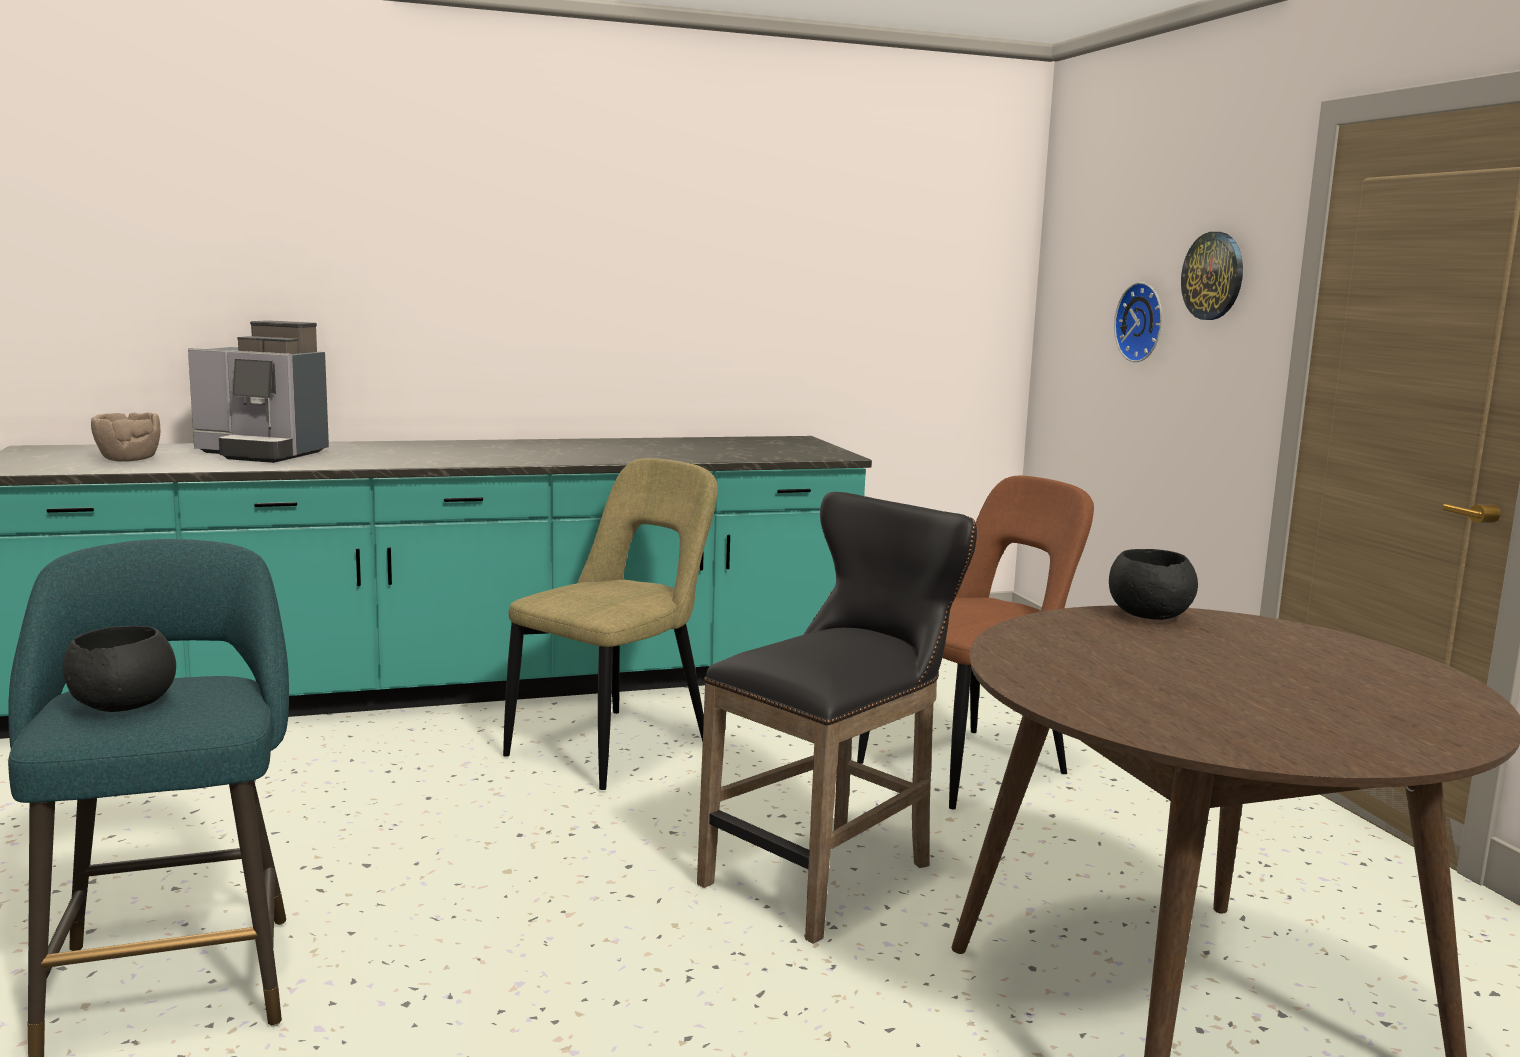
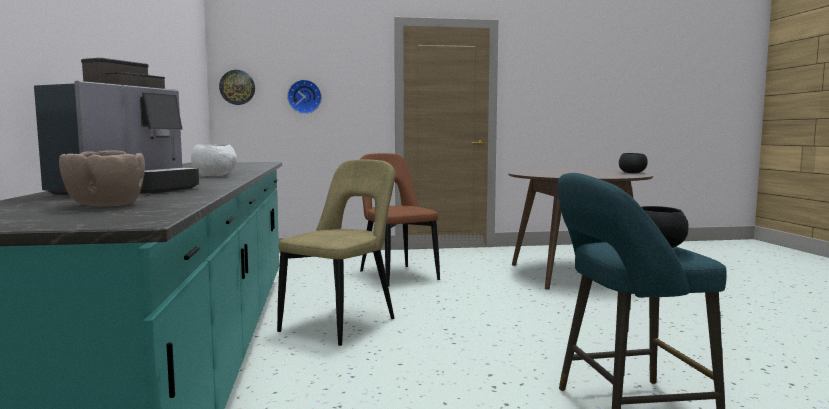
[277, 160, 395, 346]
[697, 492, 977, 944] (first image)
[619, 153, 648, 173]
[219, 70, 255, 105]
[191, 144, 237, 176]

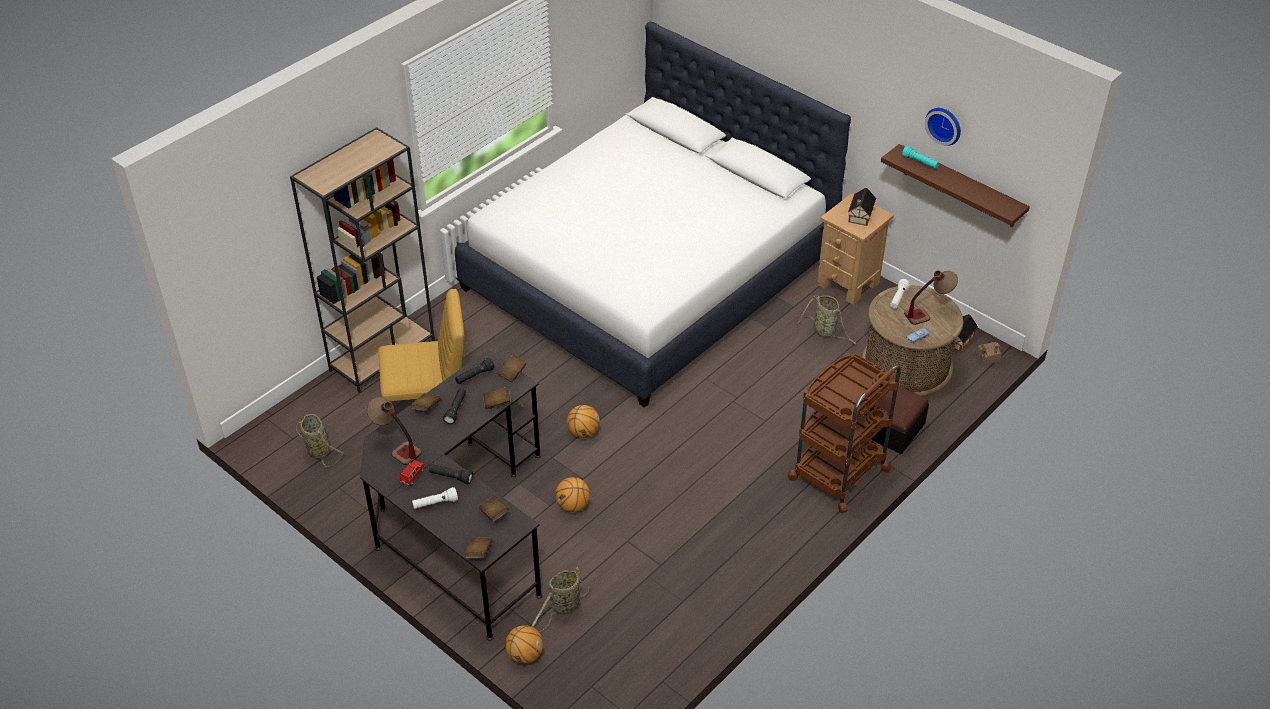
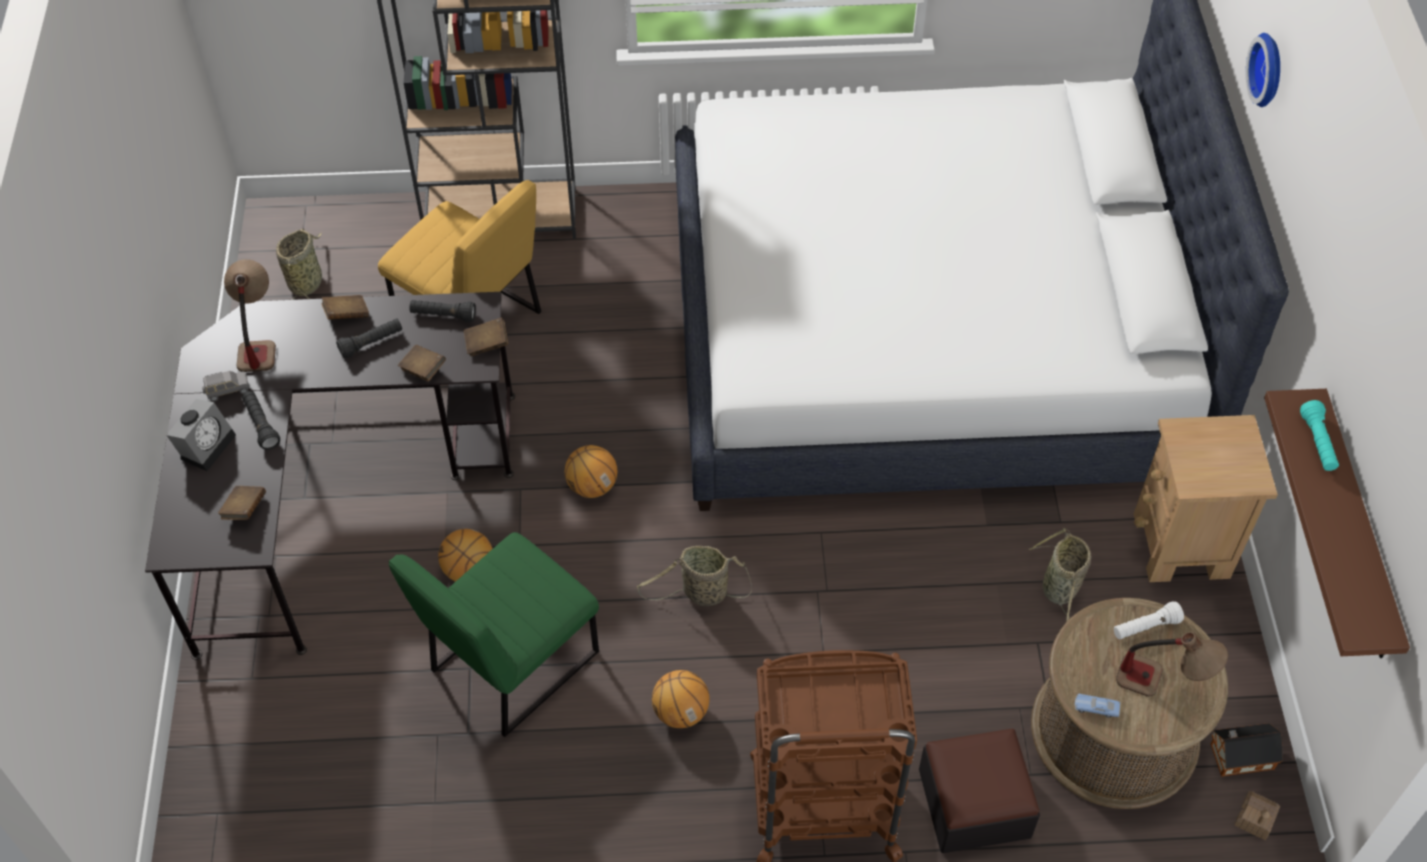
[202, 371, 249, 402]
[166, 399, 236, 471]
[464, 537, 493, 558] (first image)
[652, 670, 710, 728]
[637, 545, 752, 606]
[848, 188, 876, 226] (first image)
[1246, 33, 1280, 107]
[389, 532, 599, 737]

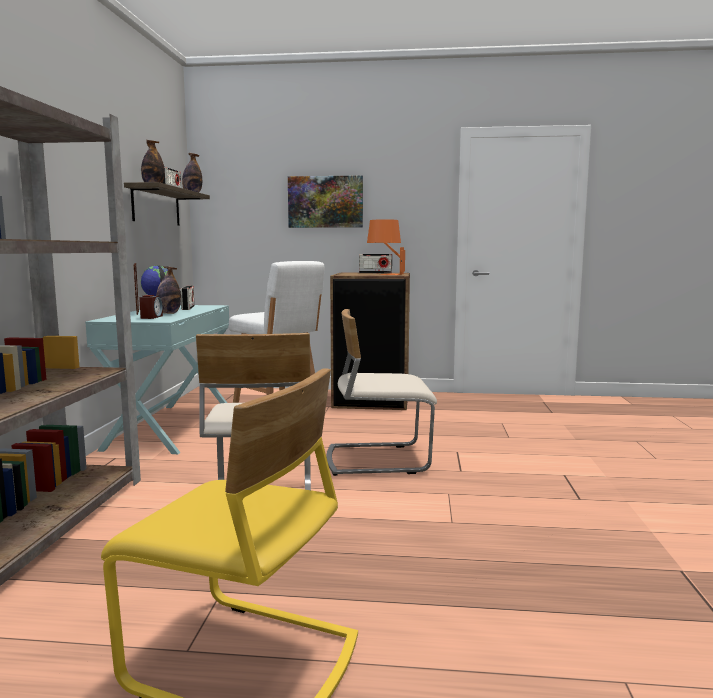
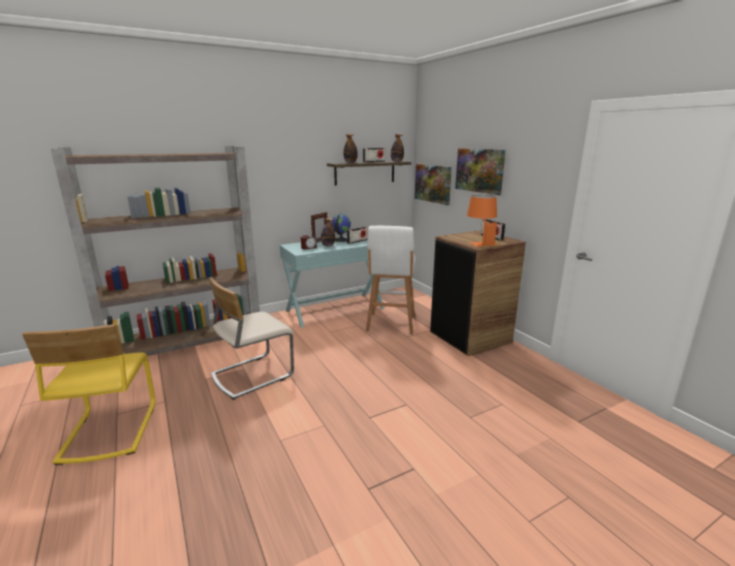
[327, 309, 437, 476] (first image)
[415, 164, 452, 205]

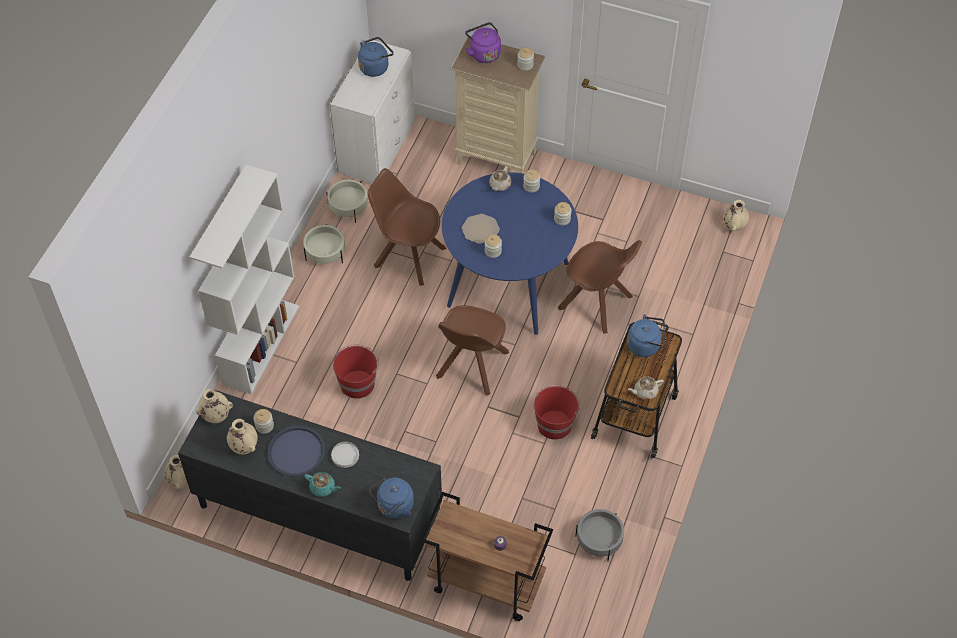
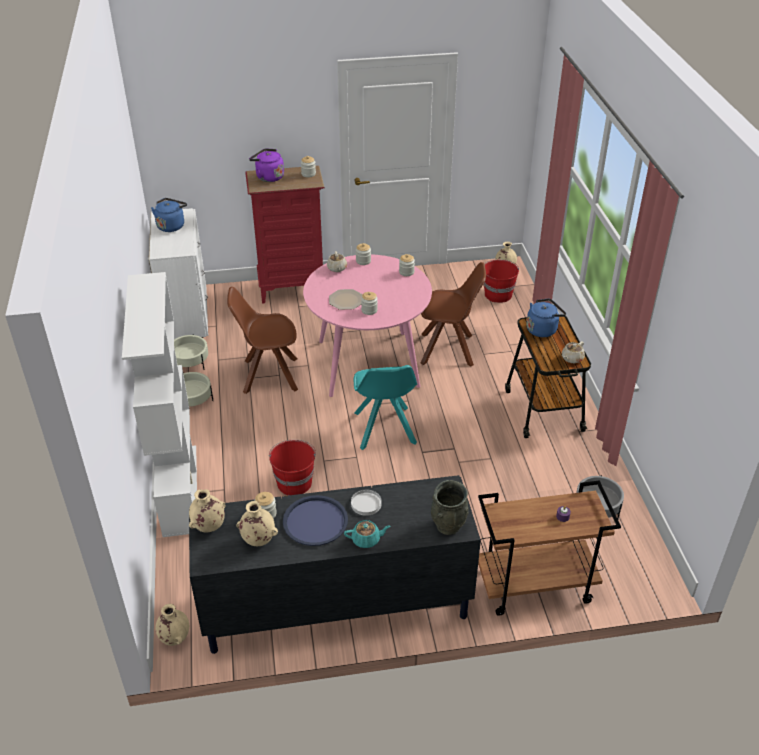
[431, 480, 469, 535]
[354, 365, 417, 450]
[303, 255, 432, 397]
[245, 166, 325, 304]
[484, 260, 519, 303]

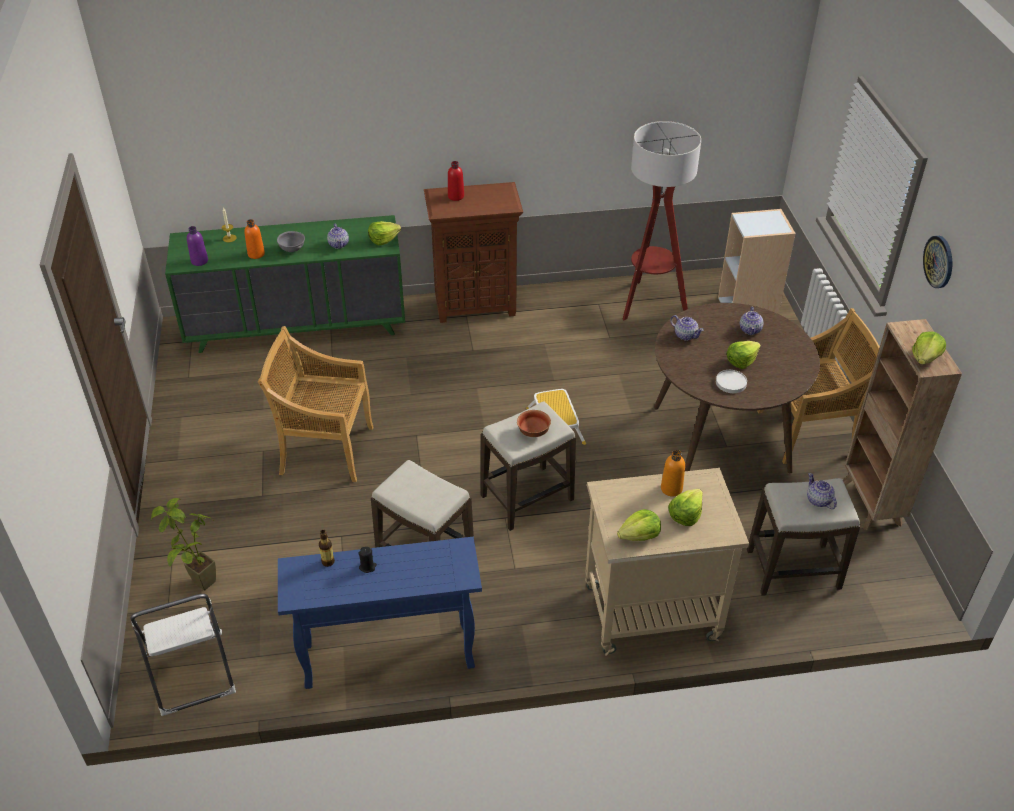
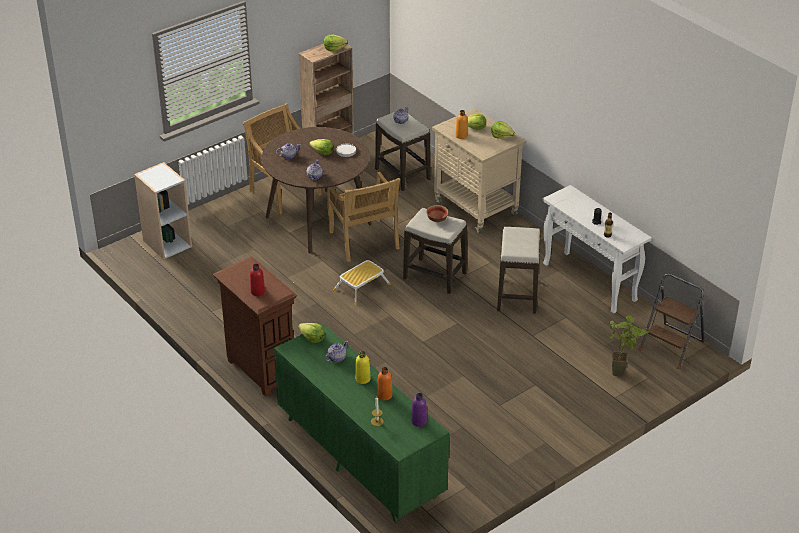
[638, 273, 705, 369]
[328, 172, 400, 262]
[355, 351, 371, 384]
[543, 185, 652, 314]
[622, 121, 701, 321] (first image)
[923, 236, 952, 288] (first image)

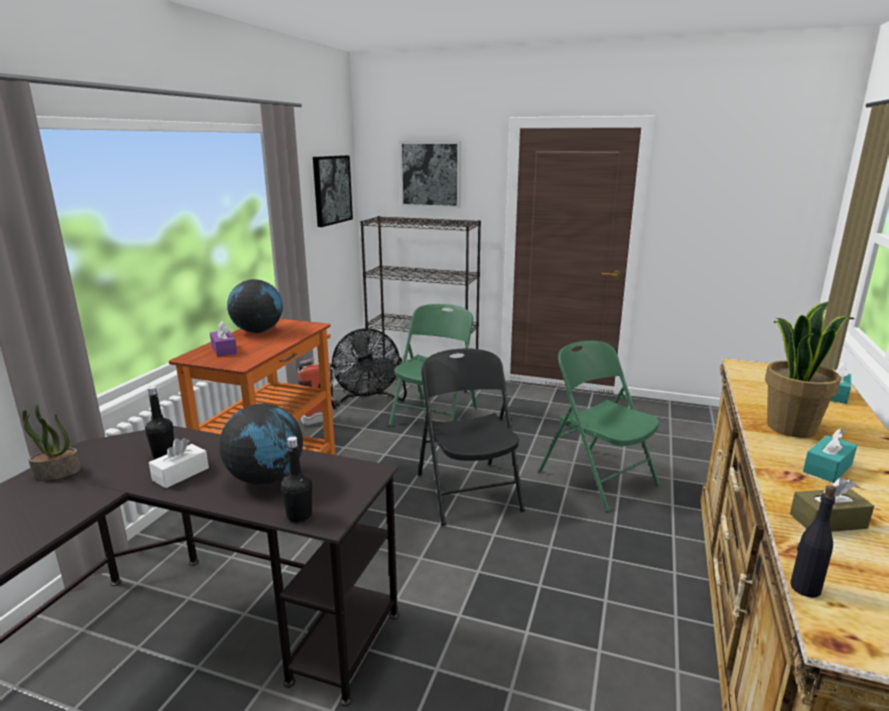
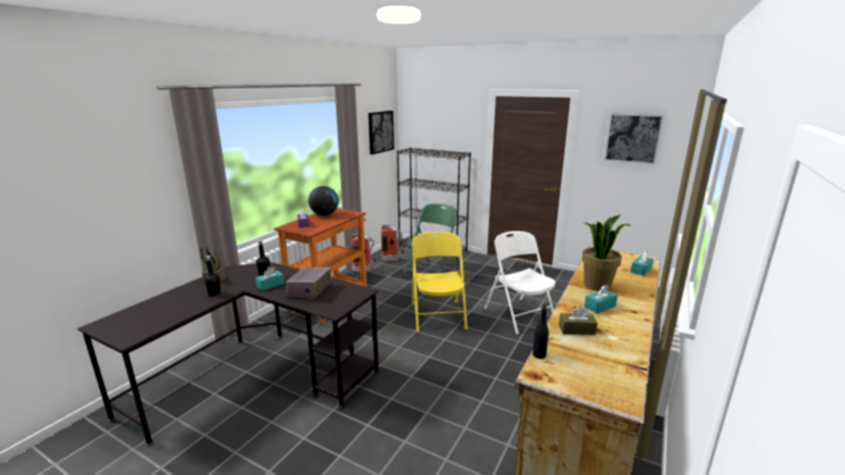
[255, 267, 285, 291]
[286, 267, 331, 299]
[204, 256, 221, 296]
[381, 224, 405, 261]
[604, 113, 664, 165]
[412, 231, 468, 332]
[484, 231, 555, 335]

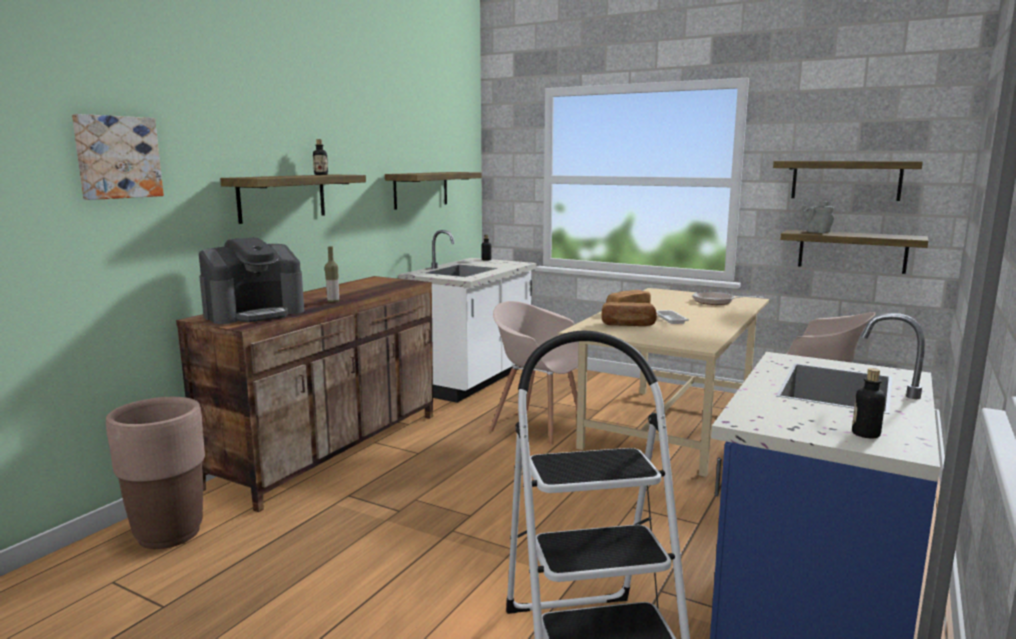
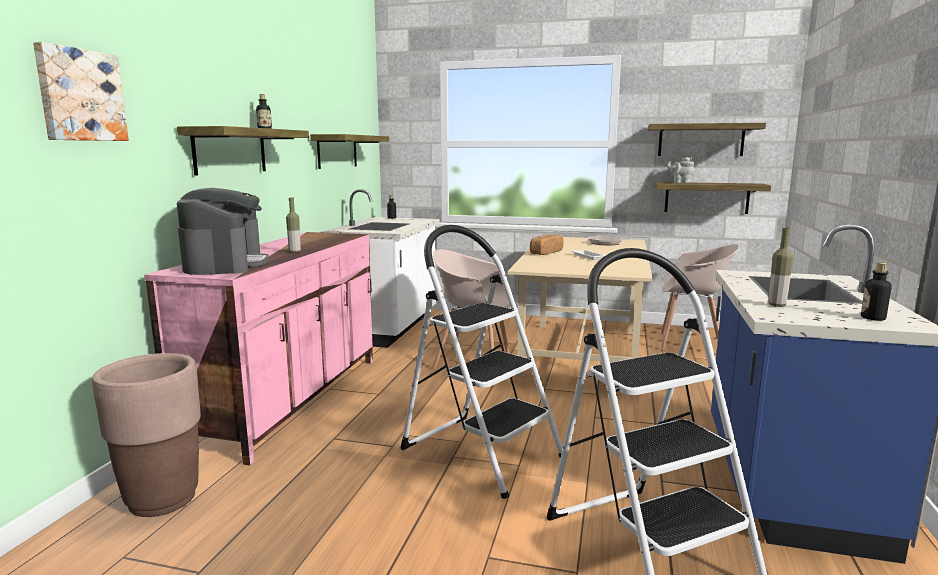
[144, 232, 373, 465]
[177, 188, 269, 275]
[601, 302, 657, 326] (first image)
[401, 225, 563, 499]
[768, 228, 793, 307]

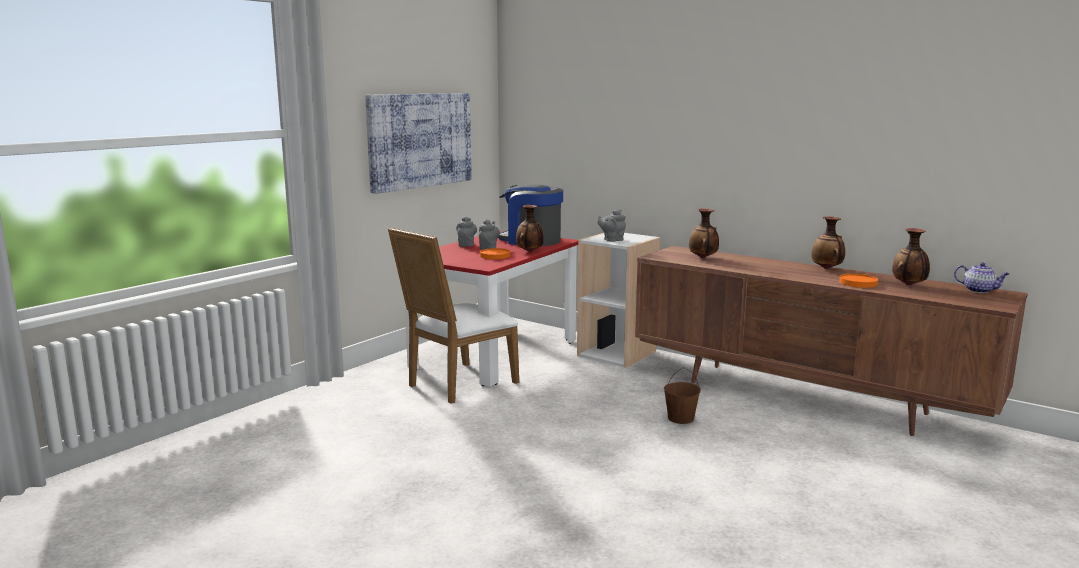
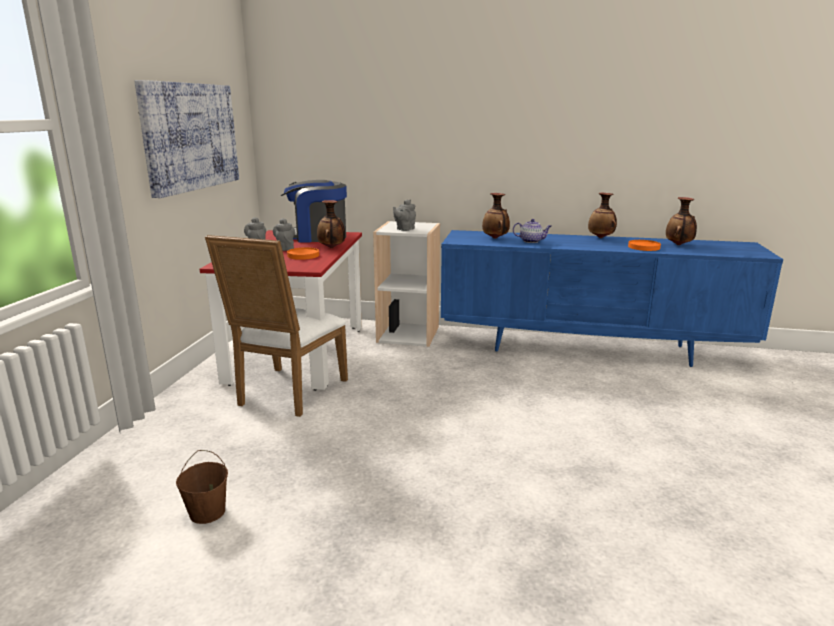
[441, 230, 783, 367]
[176, 450, 228, 524]
[513, 219, 552, 243]

